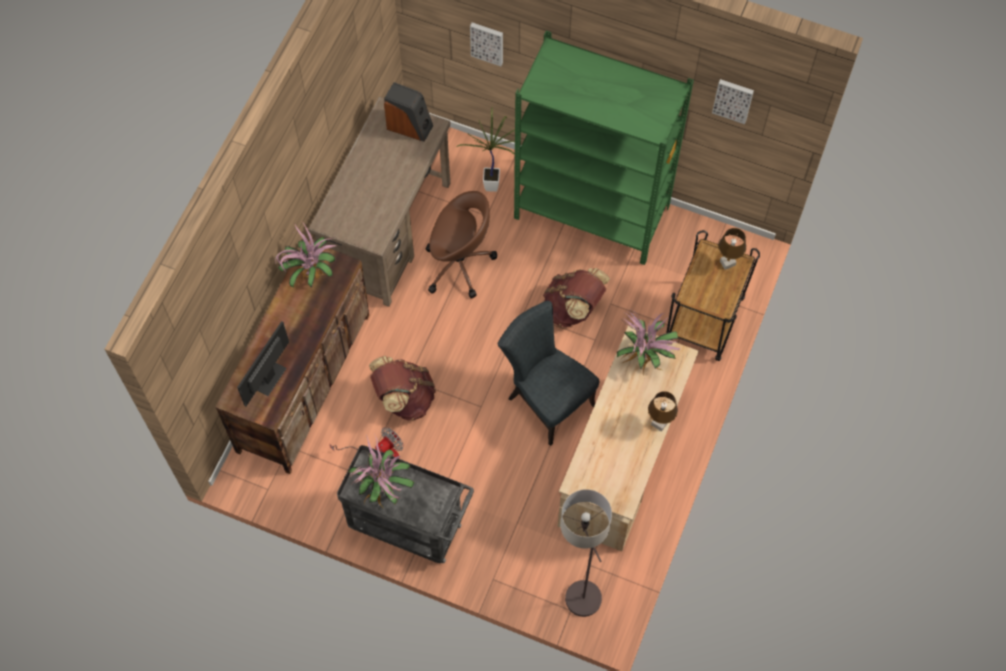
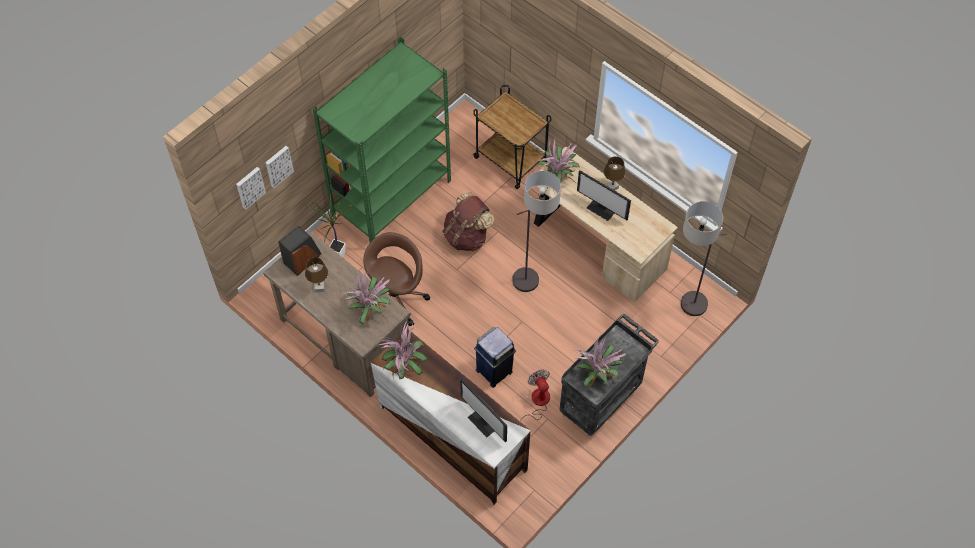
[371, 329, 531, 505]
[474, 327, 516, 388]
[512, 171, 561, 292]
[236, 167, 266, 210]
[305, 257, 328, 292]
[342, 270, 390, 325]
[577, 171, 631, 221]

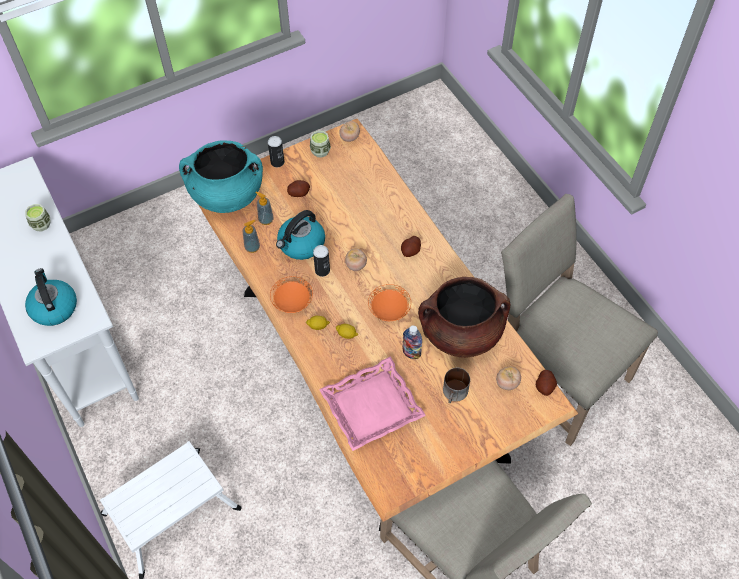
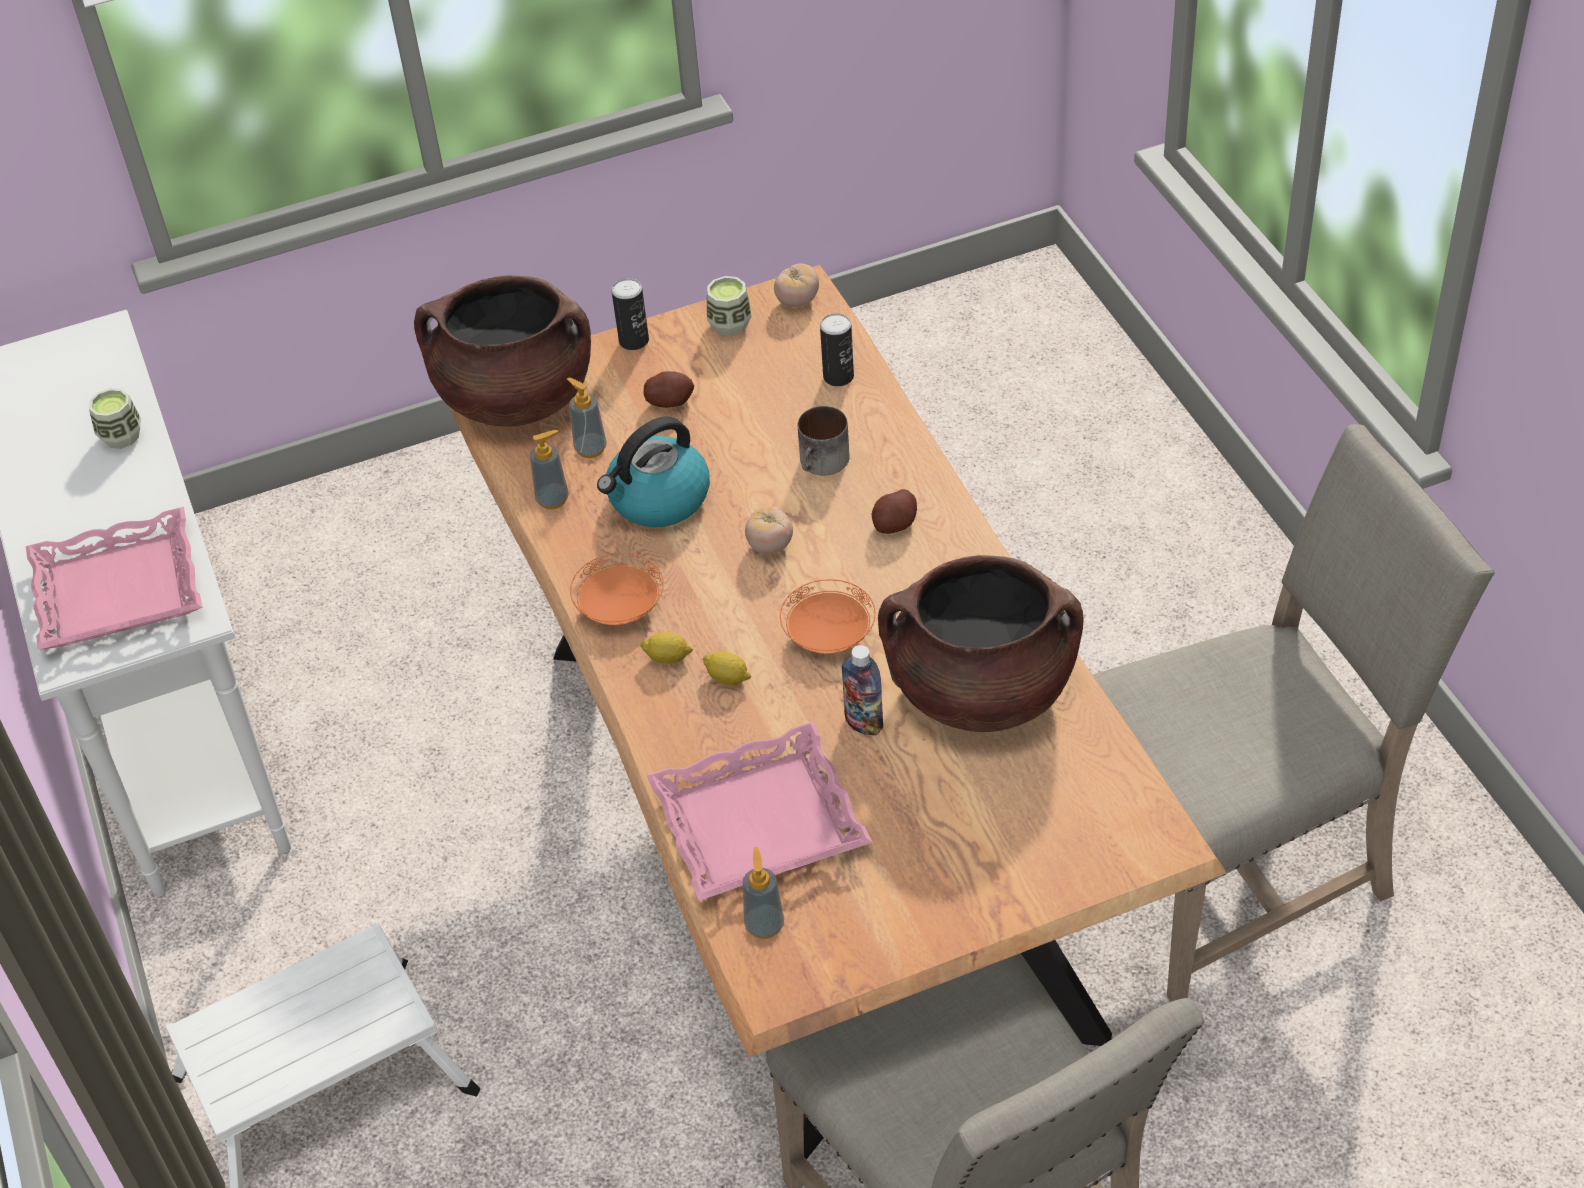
[26, 507, 203, 650]
[414, 275, 591, 426]
[820, 313, 854, 386]
[798, 406, 850, 475]
[496, 367, 521, 390] (first image)
[1093, 424, 1495, 1002]
[536, 370, 557, 396] (first image)
[743, 847, 784, 939]

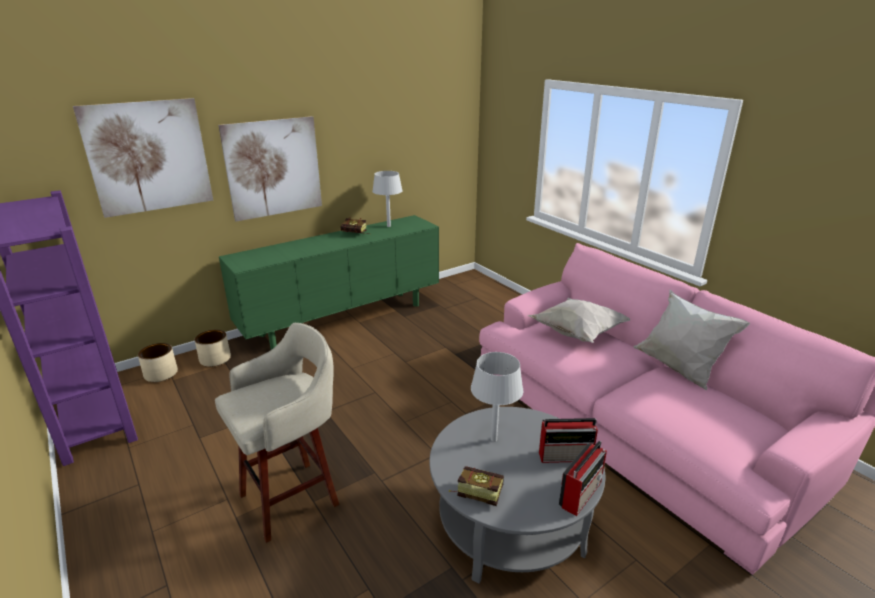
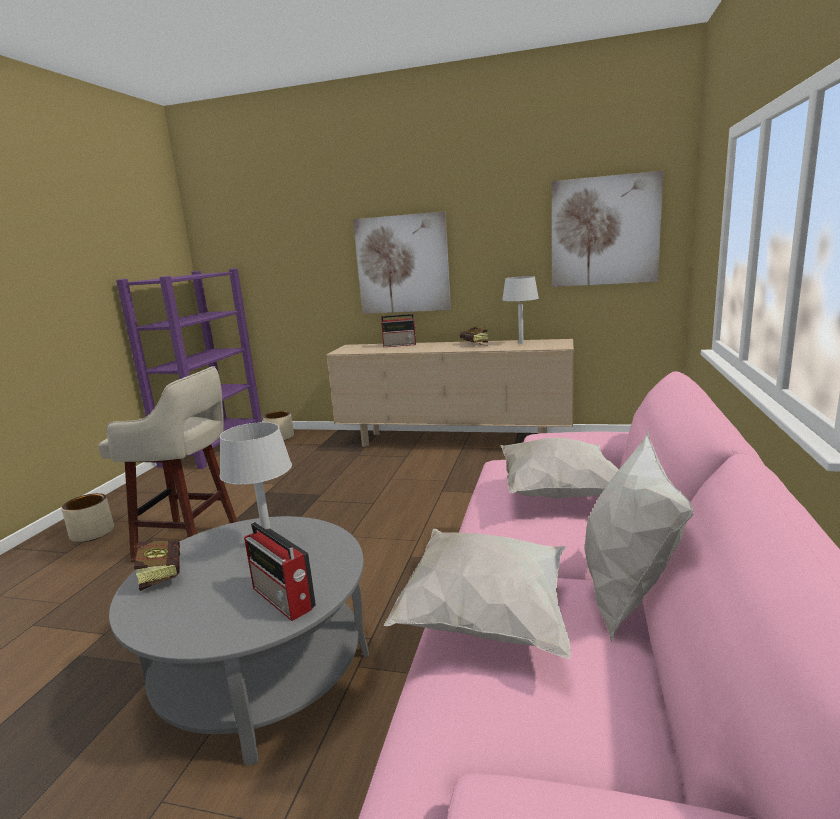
[552, 171, 663, 287]
[61, 493, 114, 542]
[326, 339, 574, 447]
[381, 314, 416, 347]
[384, 529, 571, 659]

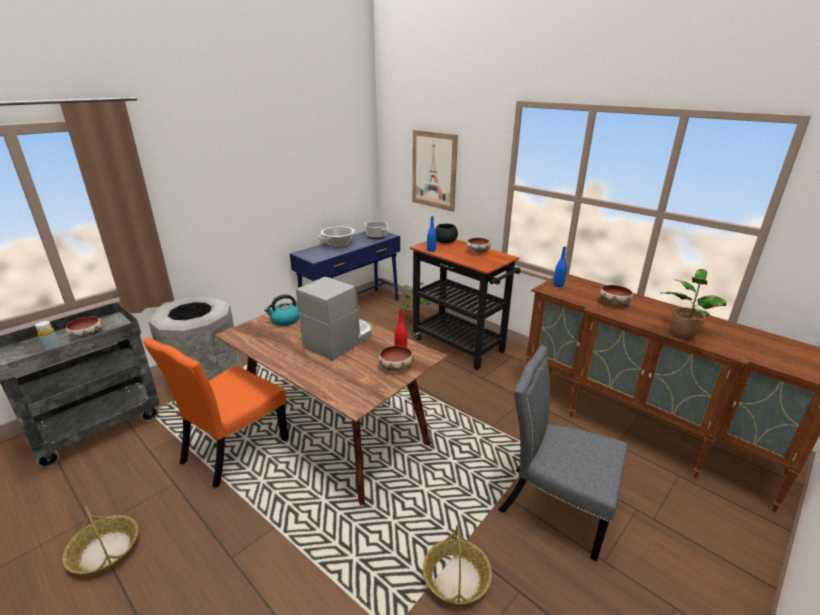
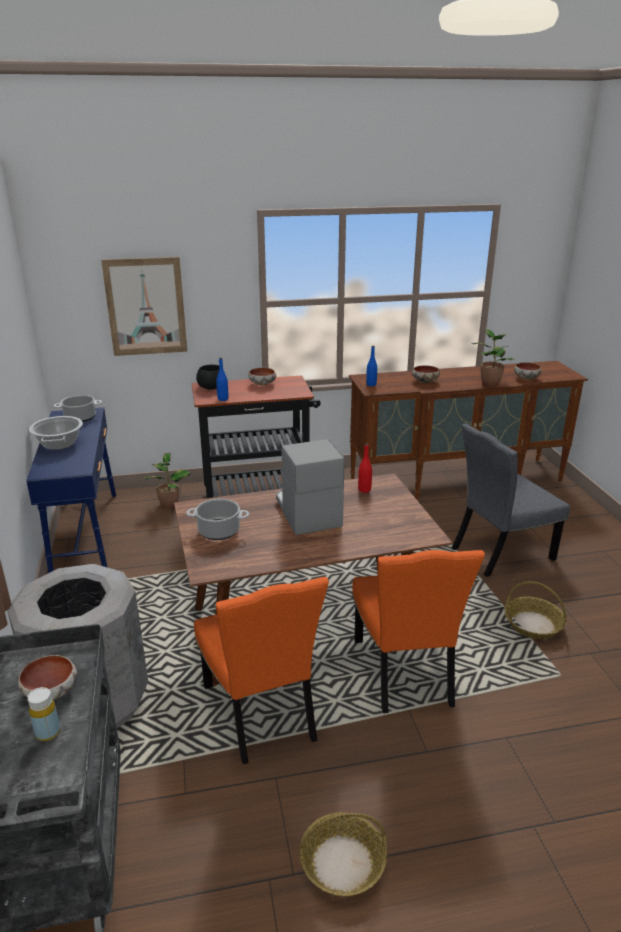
[186, 499, 249, 540]
[514, 362, 542, 380]
[352, 550, 485, 713]

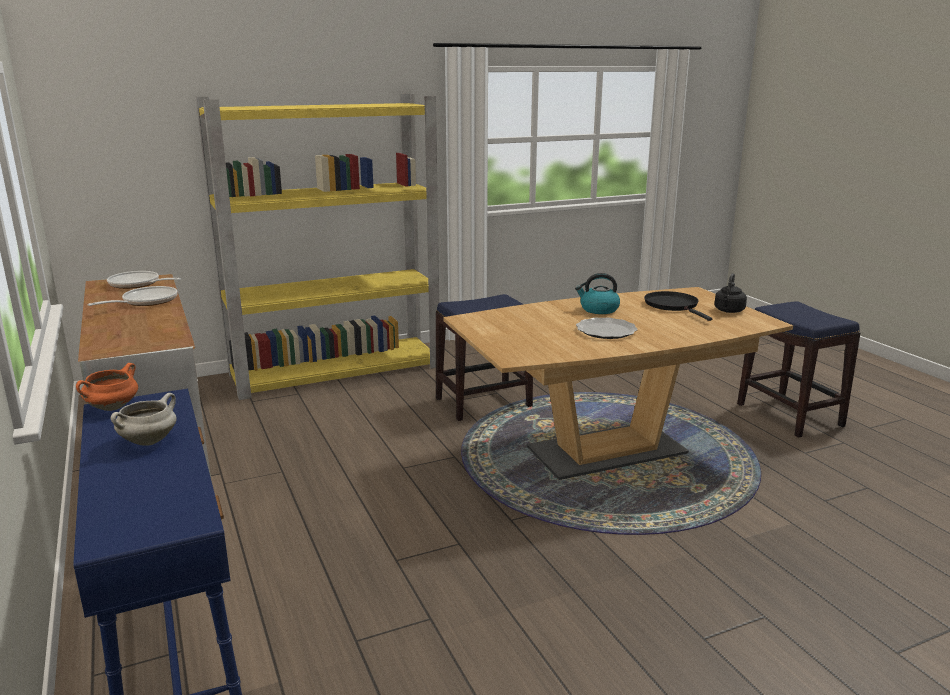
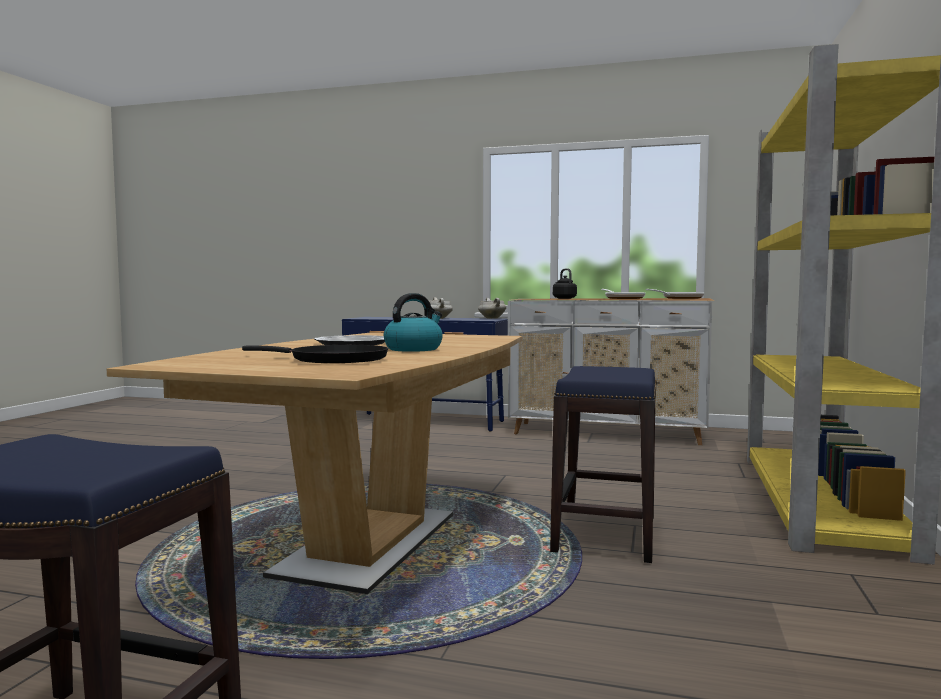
[478, 298, 506, 319]
[553, 268, 577, 299]

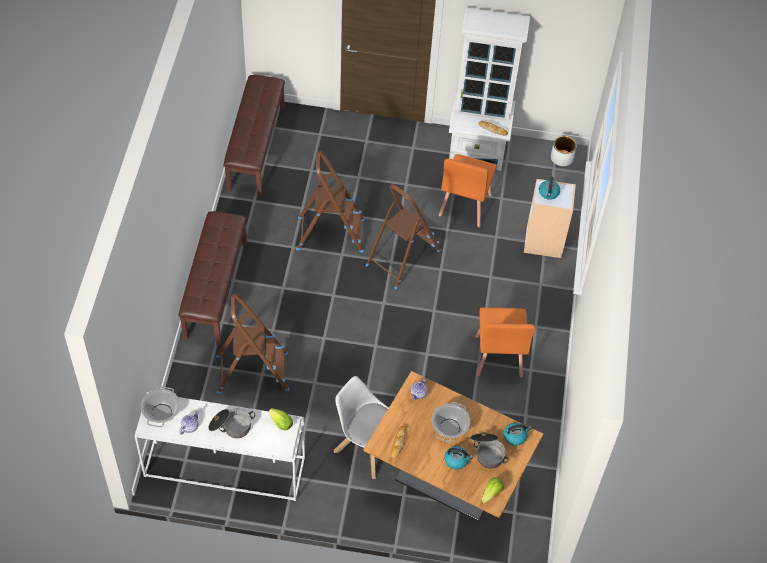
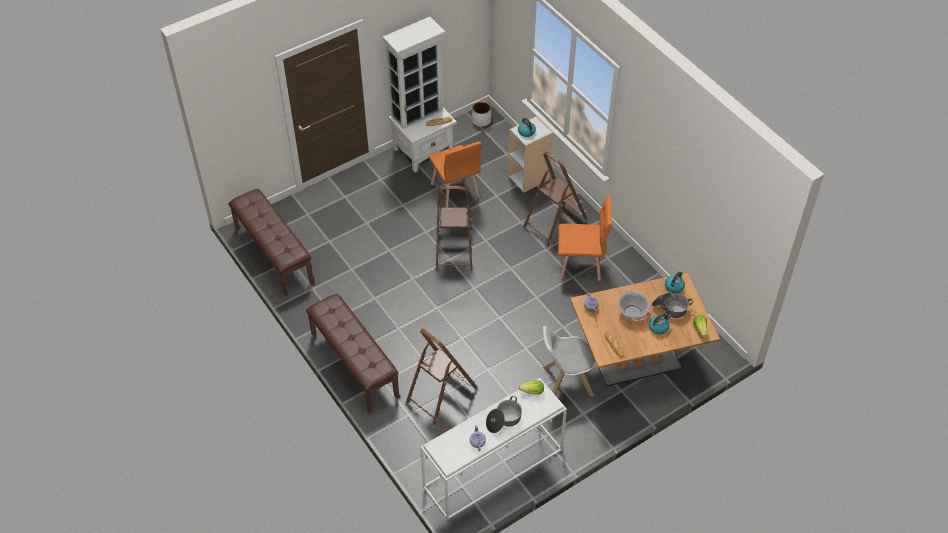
[141, 386, 180, 427] (first image)
[522, 152, 588, 249]
[558, 195, 612, 281]

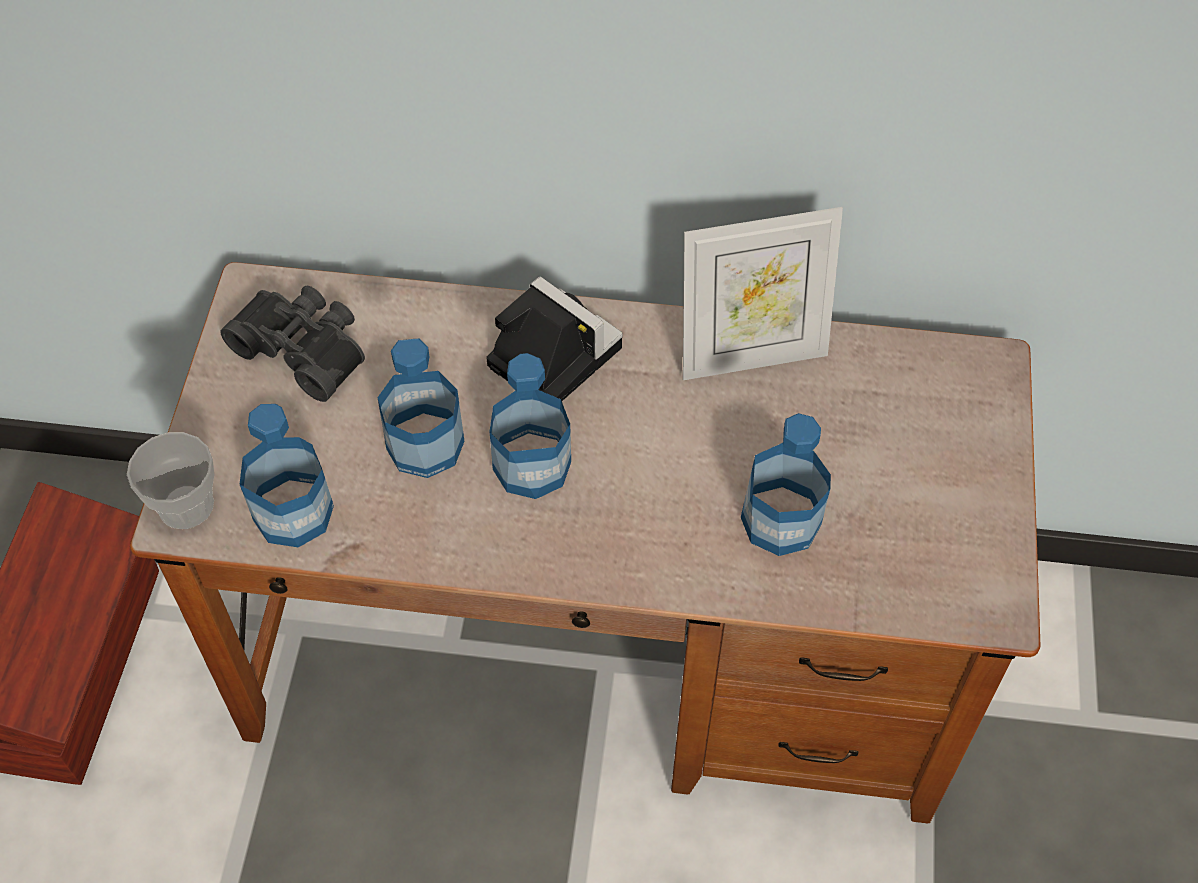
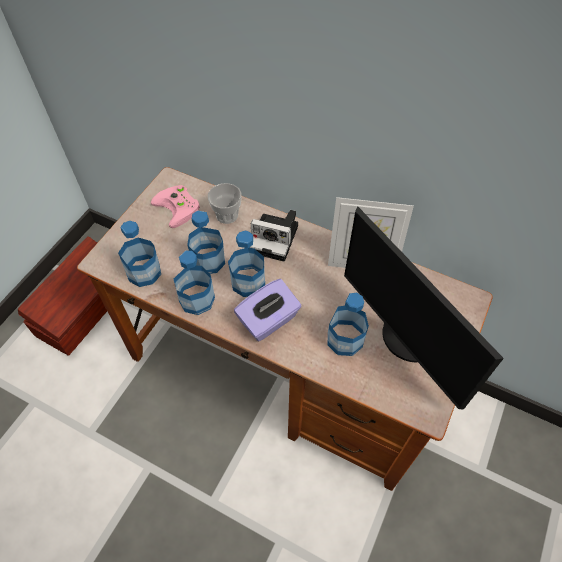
[208, 183, 242, 224]
[151, 185, 200, 228]
[249, 210, 298, 262]
[174, 251, 215, 315]
[234, 279, 302, 341]
[344, 207, 504, 410]

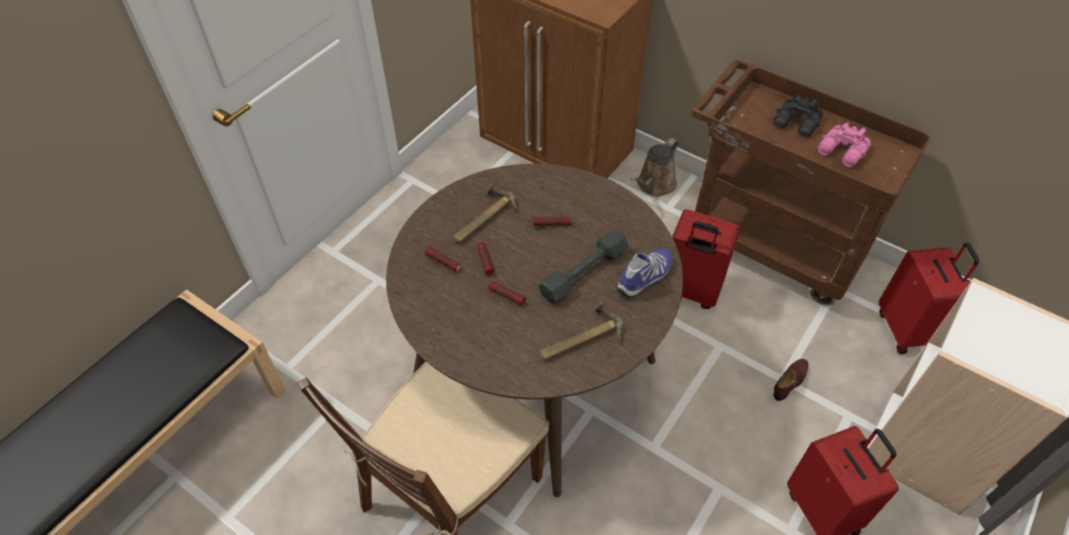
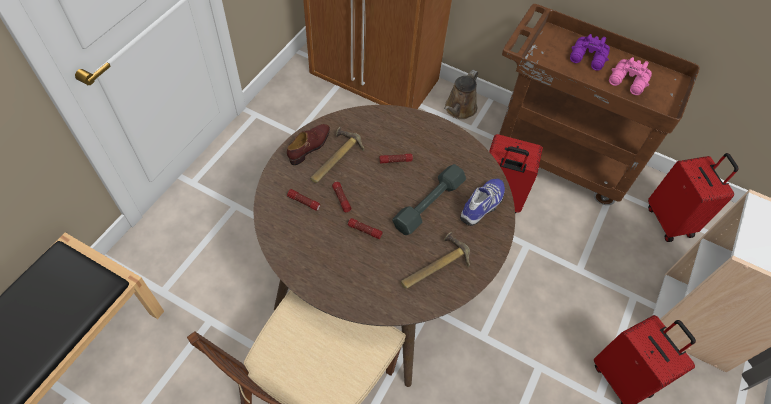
[287, 124, 330, 165]
[570, 34, 610, 71]

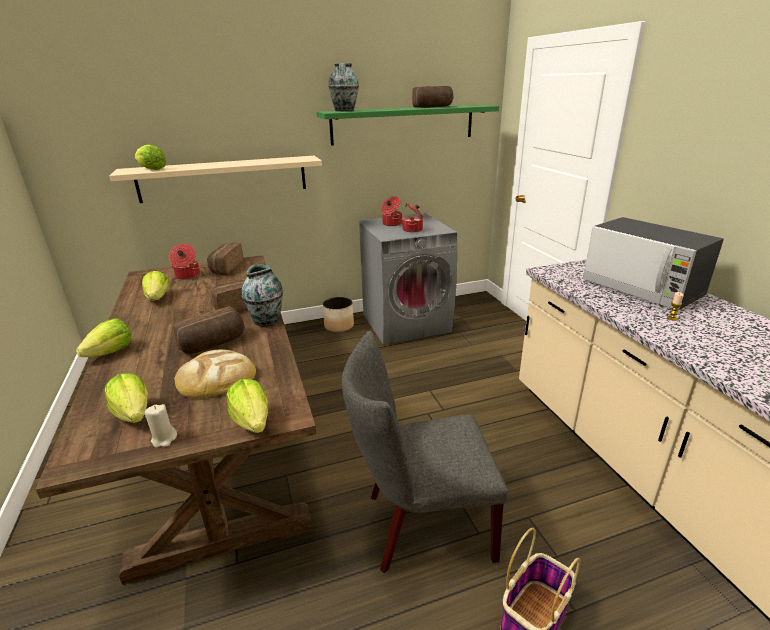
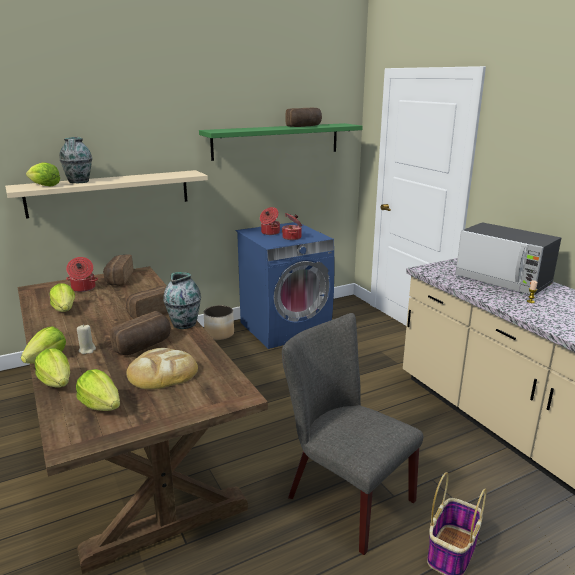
[77, 324, 96, 354]
[35, 348, 70, 388]
[59, 137, 92, 183]
[282, 313, 423, 555]
[235, 222, 334, 349]

